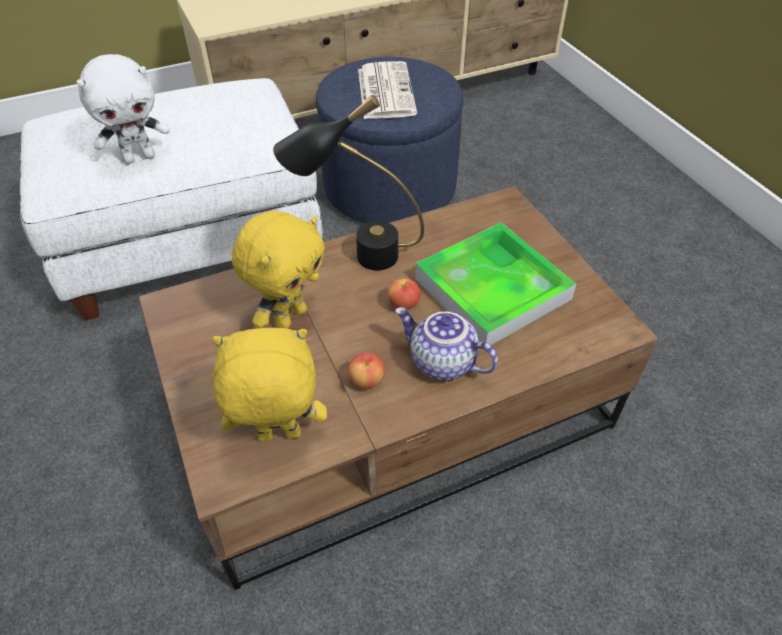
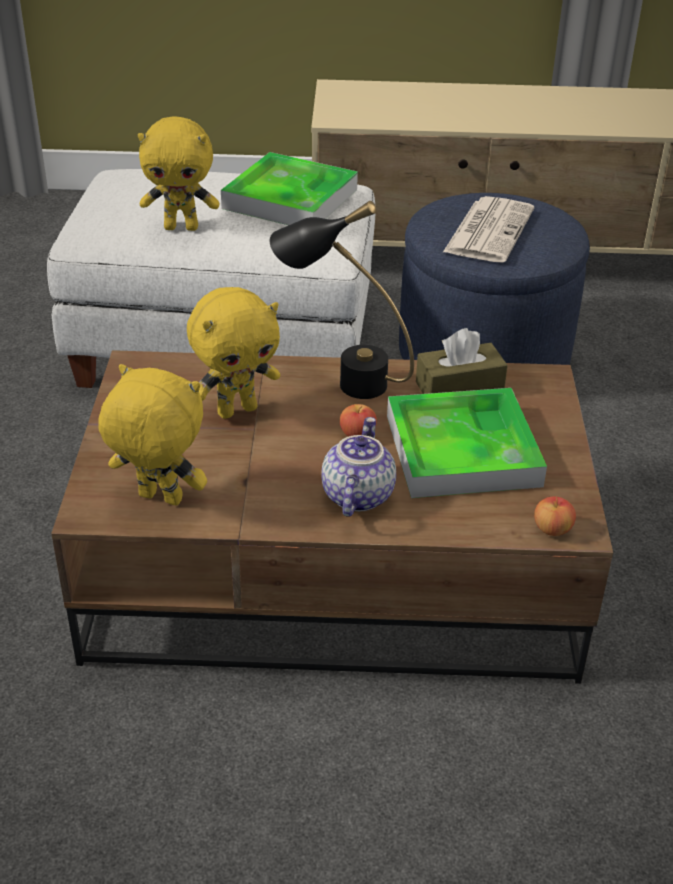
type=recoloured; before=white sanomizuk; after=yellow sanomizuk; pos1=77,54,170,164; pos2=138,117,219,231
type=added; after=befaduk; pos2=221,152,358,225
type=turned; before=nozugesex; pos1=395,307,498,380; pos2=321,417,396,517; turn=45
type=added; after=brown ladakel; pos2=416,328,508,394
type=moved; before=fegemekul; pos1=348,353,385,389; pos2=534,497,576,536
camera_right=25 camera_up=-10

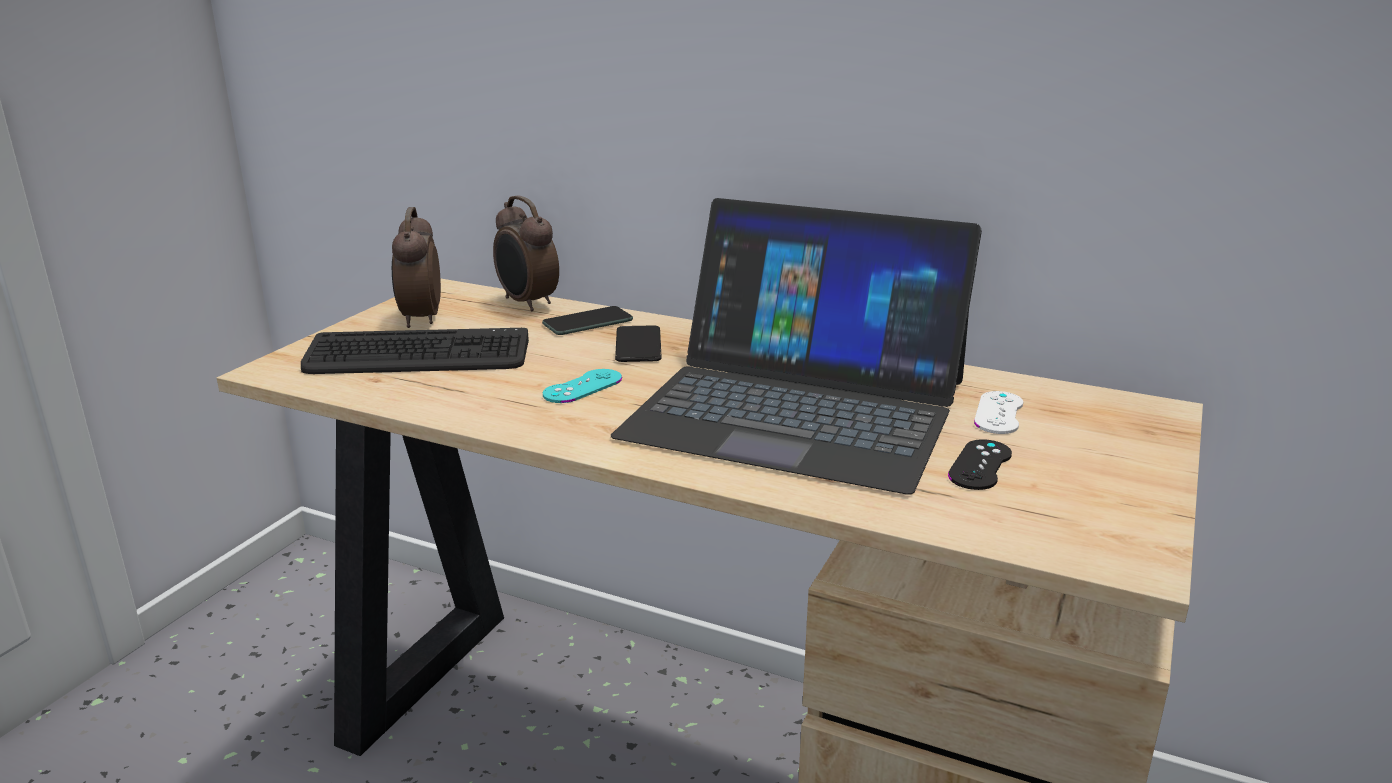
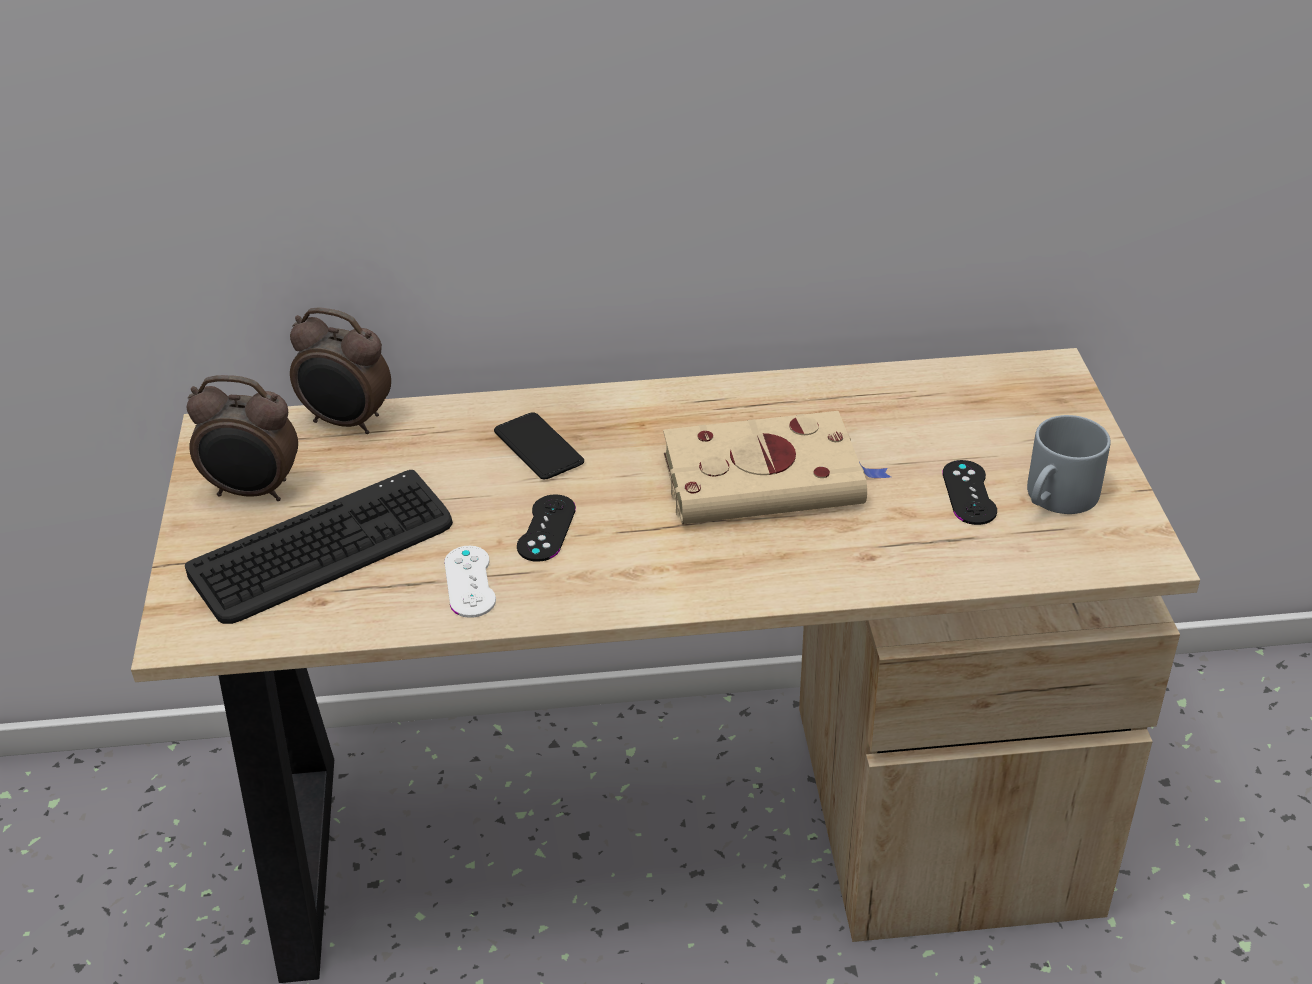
type=turned; before=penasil; pos1=392,207,441,328; pos2=187,375,298,501; turn=-45
type=moved; before=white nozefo; pos1=974,391,1023,434; pos2=444,546,496,618
type=recoloured; before=turquoise nozefo; after=black nozefo; pos1=543,369,622,403; pos2=517,494,576,562
type=replaced; before=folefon; after=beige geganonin; pos1=611,198,982,495; pos2=663,411,891,524
type=added; after=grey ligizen; pos2=1027,415,1110,514
type=removed; before=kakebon; pos1=542,306,633,335
camera_right=-30 camera_up=15

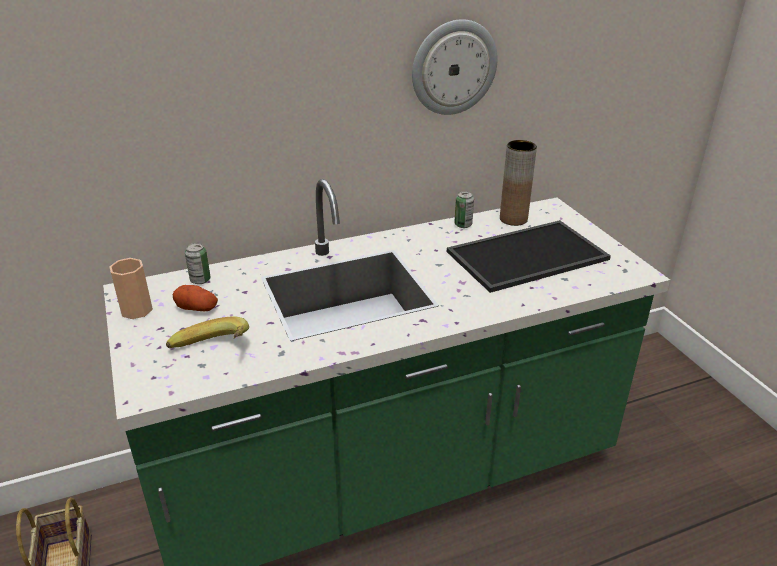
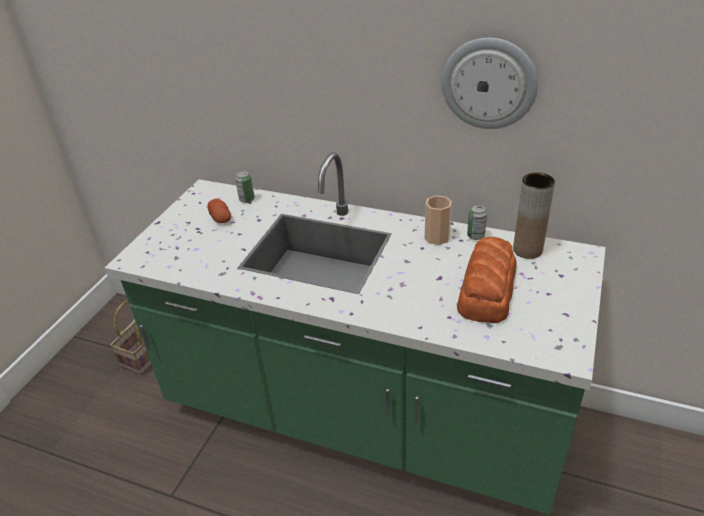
type=moved; before=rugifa; pos1=110,258,153,319; pos2=425,195,452,245
type=replaced; before=befaduk; after=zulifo; pos1=447,220,611,293; pos2=457,237,517,323
type=removed; before=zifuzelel; pos1=166,316,249,348
camera_right=45 camera_up=5

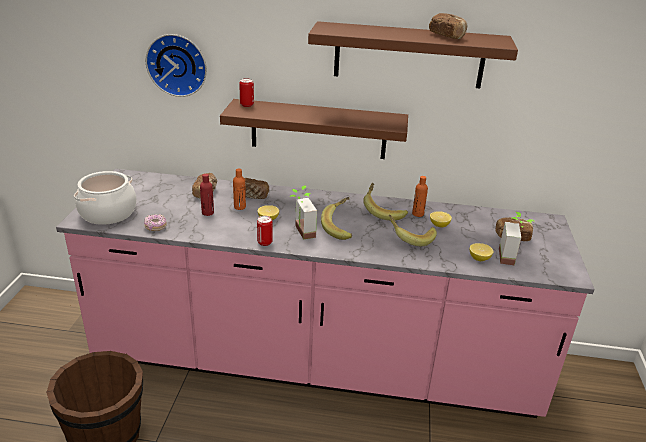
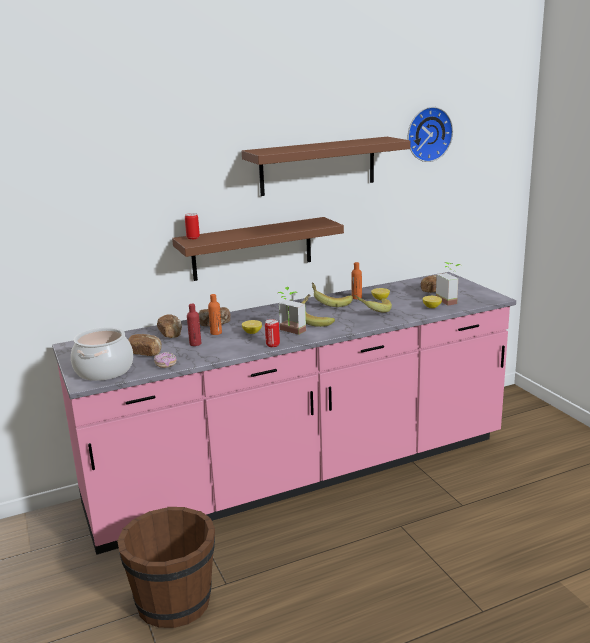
type=moved; before=zulifo; pos1=429,13,467,39; pos2=128,334,162,356
type=moved; before=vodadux; pos1=146,34,207,97; pos2=408,107,453,162
camera_right=-30 camera_up=-10

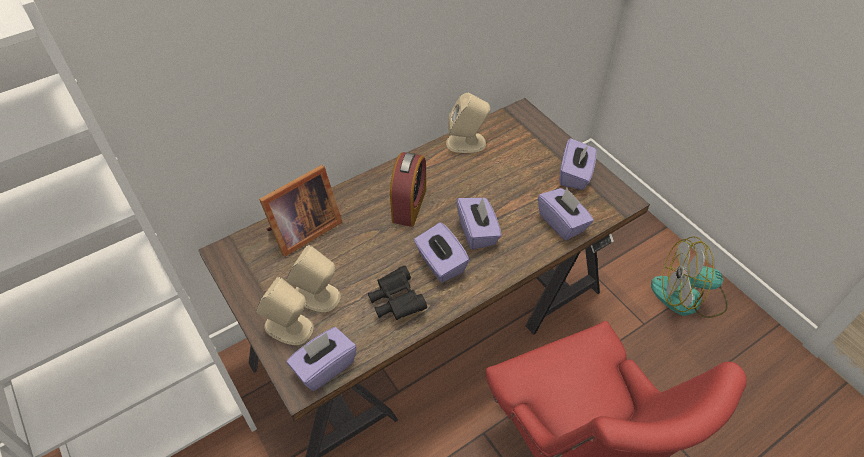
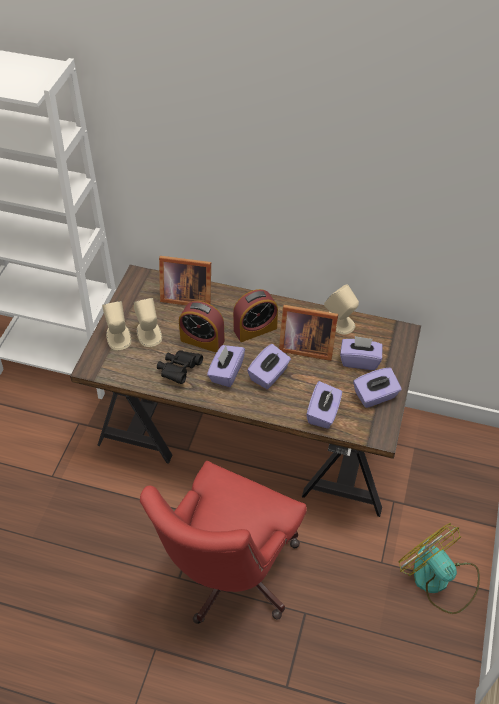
type=added; after=penasil; pos2=179,301,225,353
type=added; after=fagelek; pos2=279,305,338,361
type=moved; before=purple ladakel; pos1=287,327,357,391; pos2=340,336,383,370
camera_right=50 camera_up=0

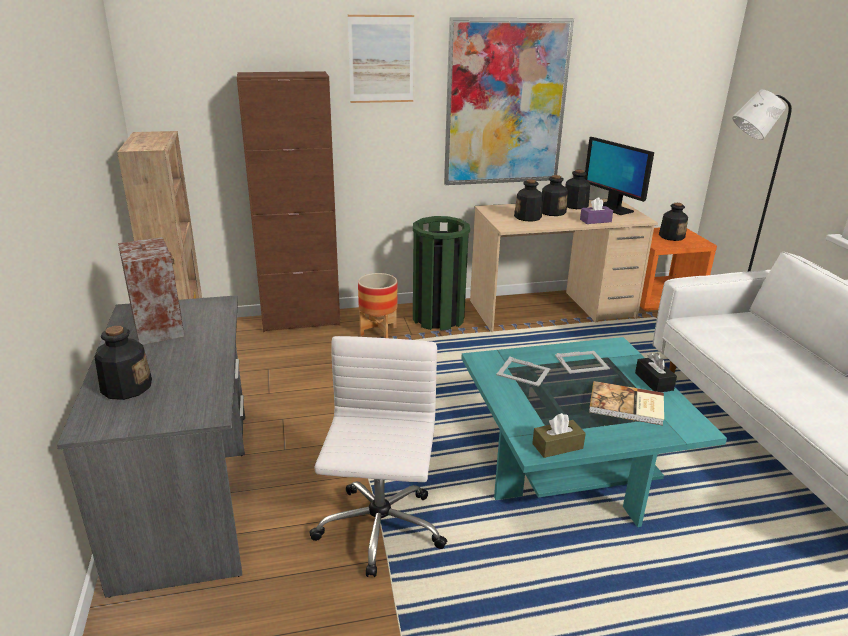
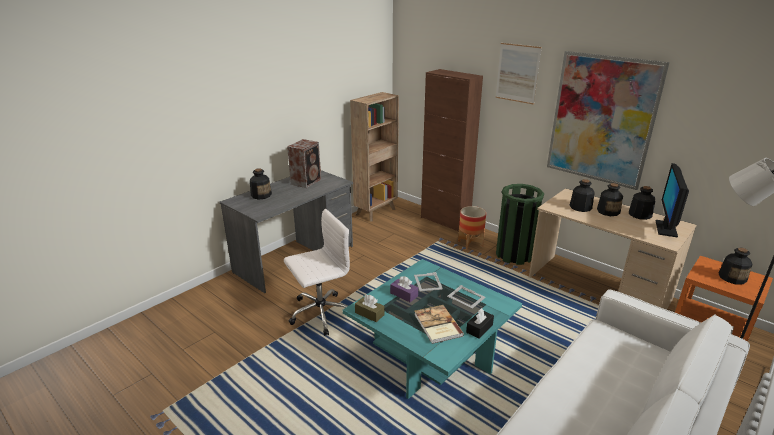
type=moved; before=purple ladakel; pos1=580,197,613,224; pos2=390,276,418,302
camera_right=55 camera_up=0

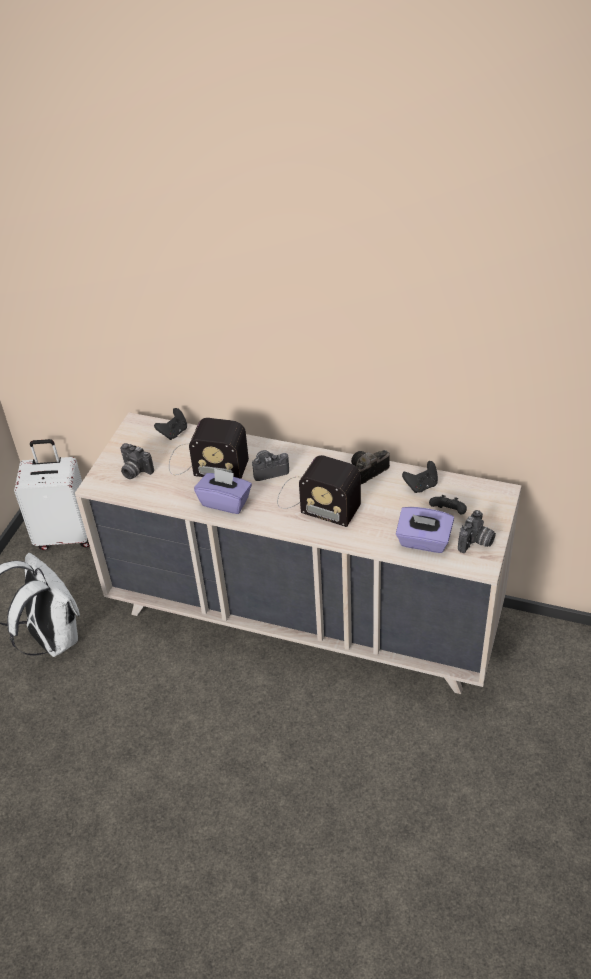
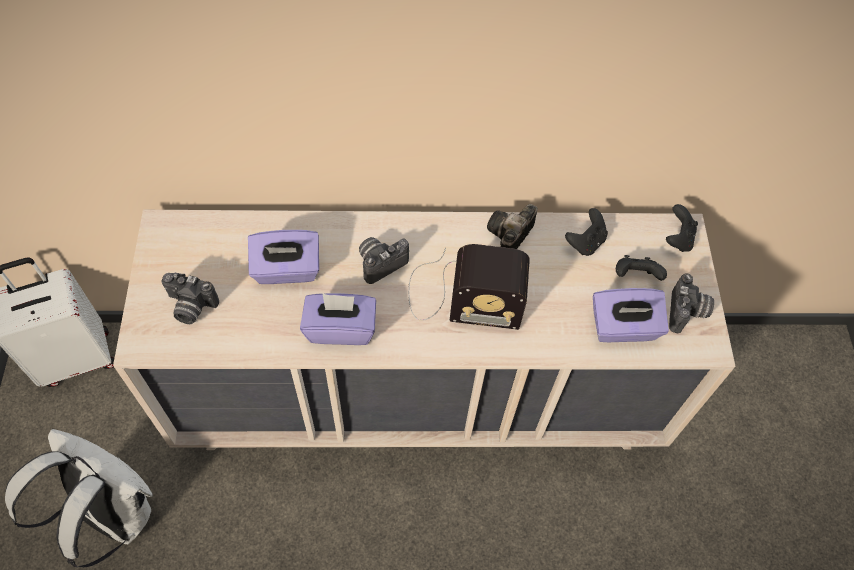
type=replaced; before=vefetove; after=purple ladakel; pos1=169,418,249,479; pos2=248,230,319,284
type=moved; before=black nozefo; pos1=154,408,187,440; pos2=666,204,698,252
camera_right=-25 camera_up=15

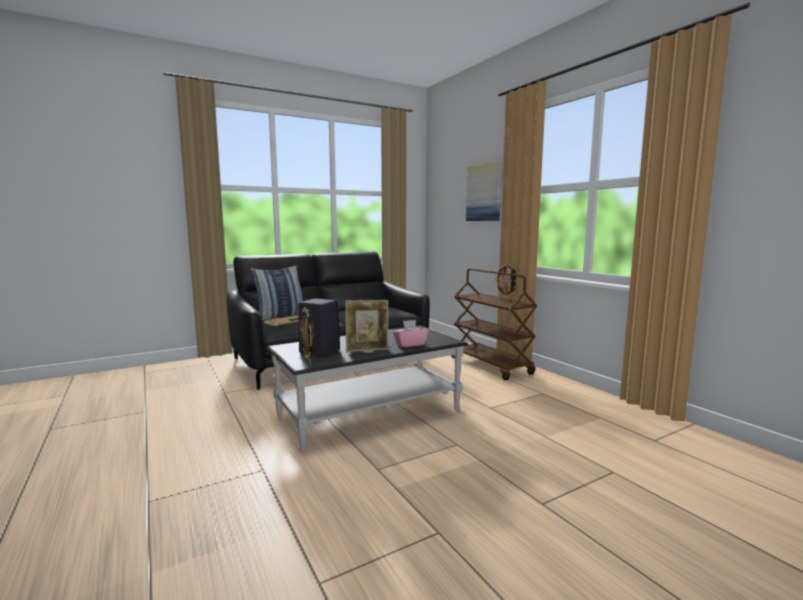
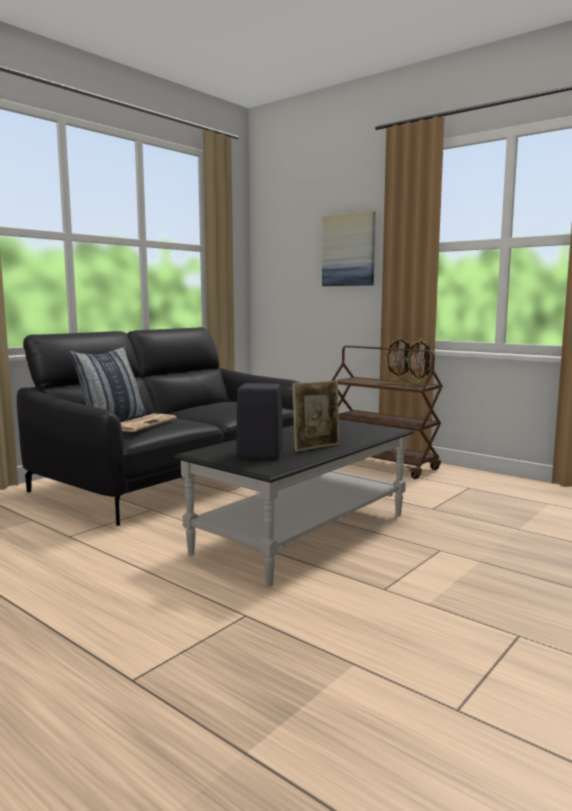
type=moved; before=fagelek; pos1=300,307,314,365; pos2=406,339,432,385
type=removed; before=pink ladakel; pos1=393,320,428,347
camera_right=-20 camera_up=0

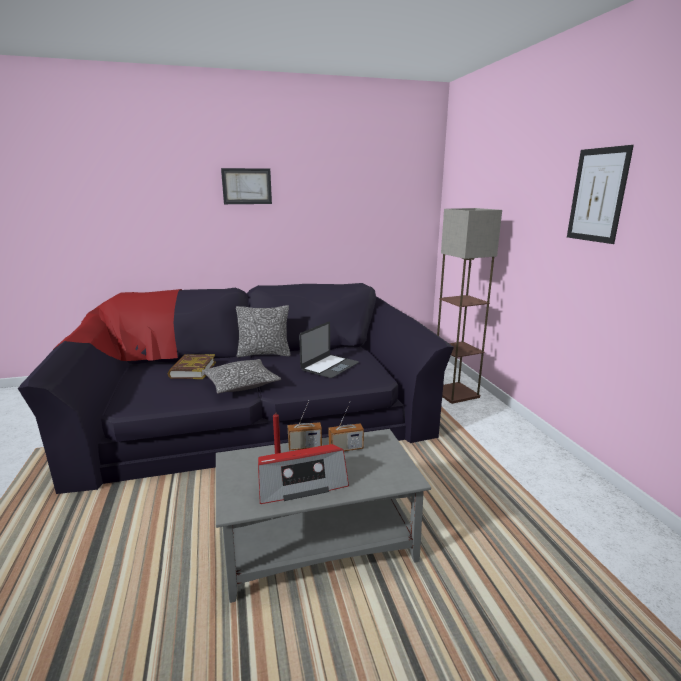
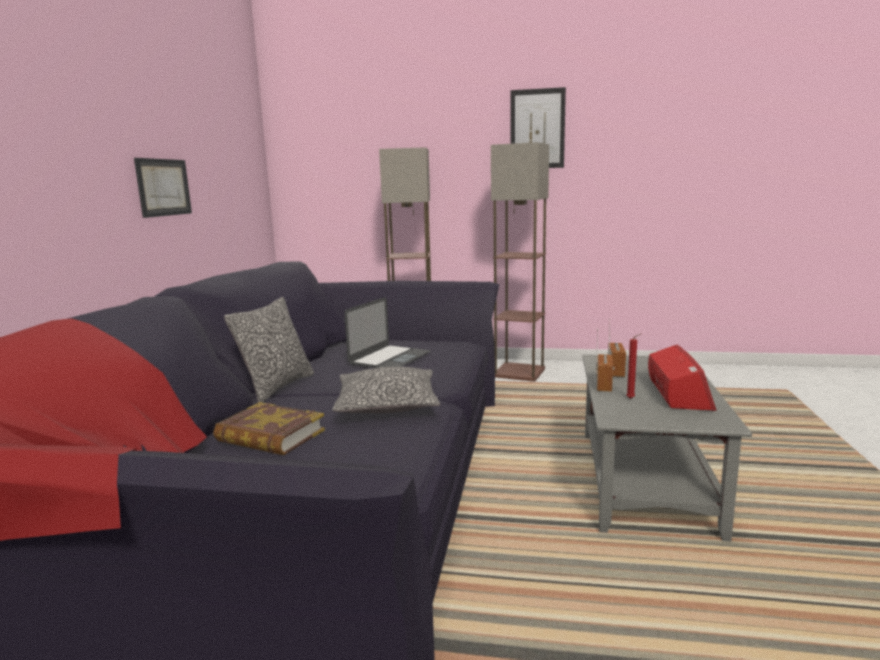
type=moved; before=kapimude; pos1=221,168,272,204; pos2=134,158,192,218
type=turned; before=folefon; pos1=299,322,359,378; pos2=344,297,430,368; turn=60
type=added; after=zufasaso; pos2=491,142,549,381
camera_right=-65 camera_up=-5

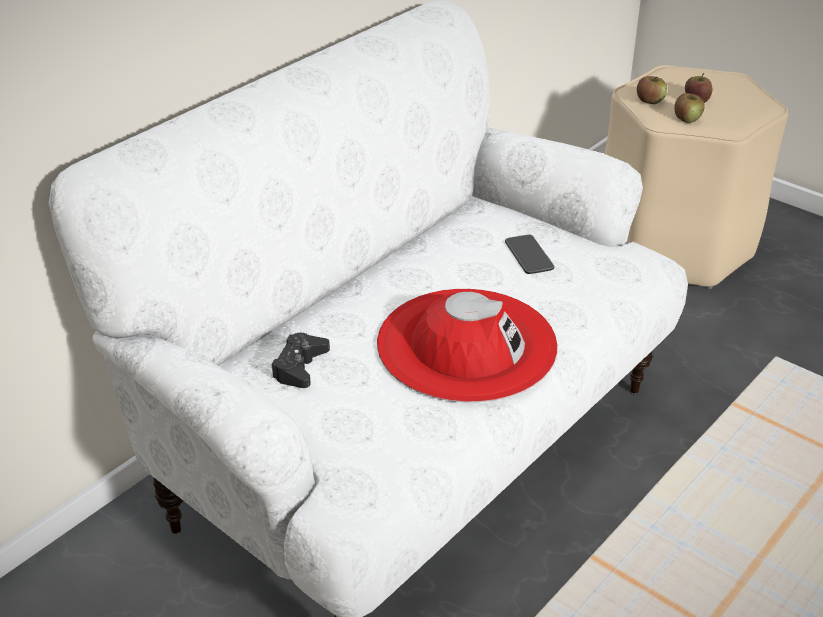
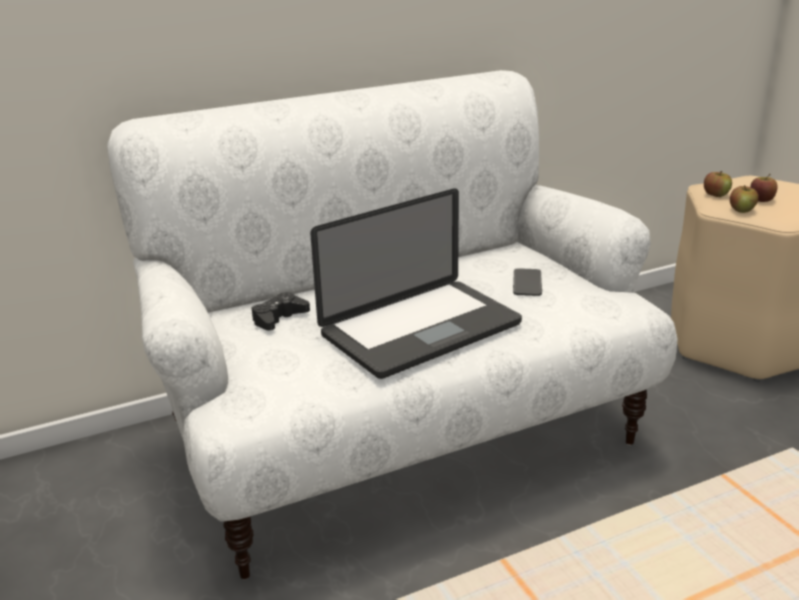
type=replaced; before=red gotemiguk; after=folefon; pos1=377,289,558,403; pos2=310,188,522,379
camera_right=25 camera_up=-10

